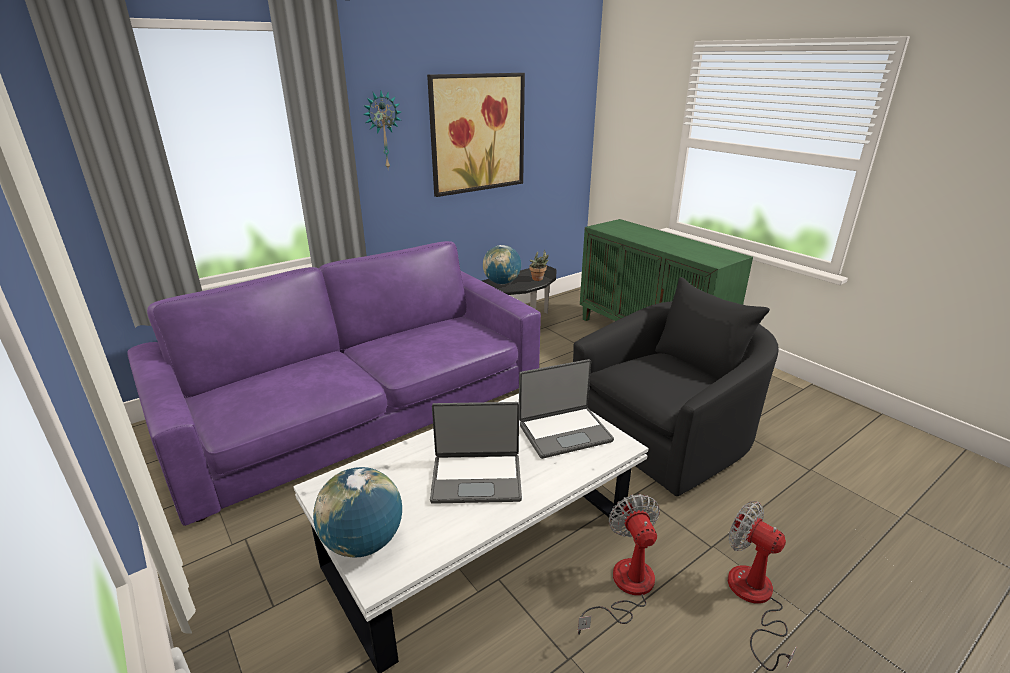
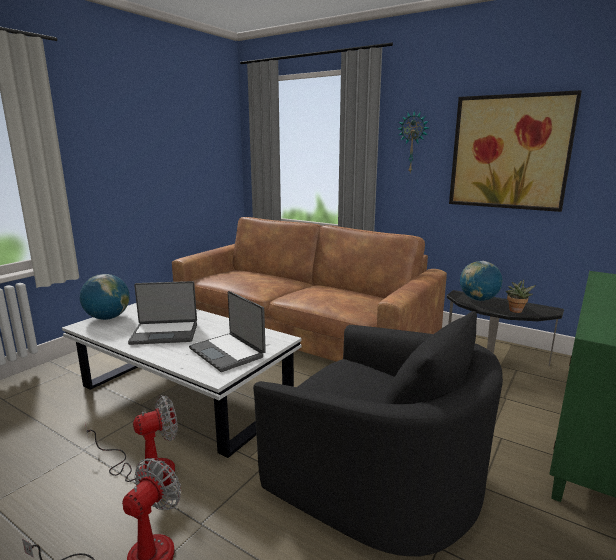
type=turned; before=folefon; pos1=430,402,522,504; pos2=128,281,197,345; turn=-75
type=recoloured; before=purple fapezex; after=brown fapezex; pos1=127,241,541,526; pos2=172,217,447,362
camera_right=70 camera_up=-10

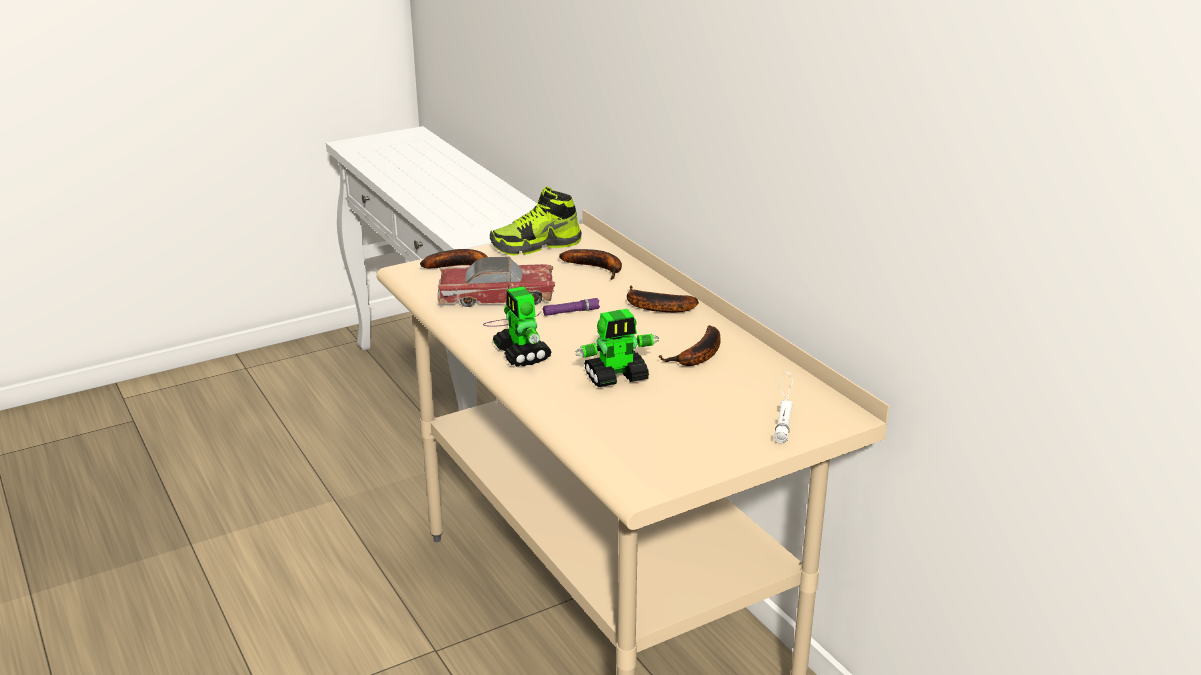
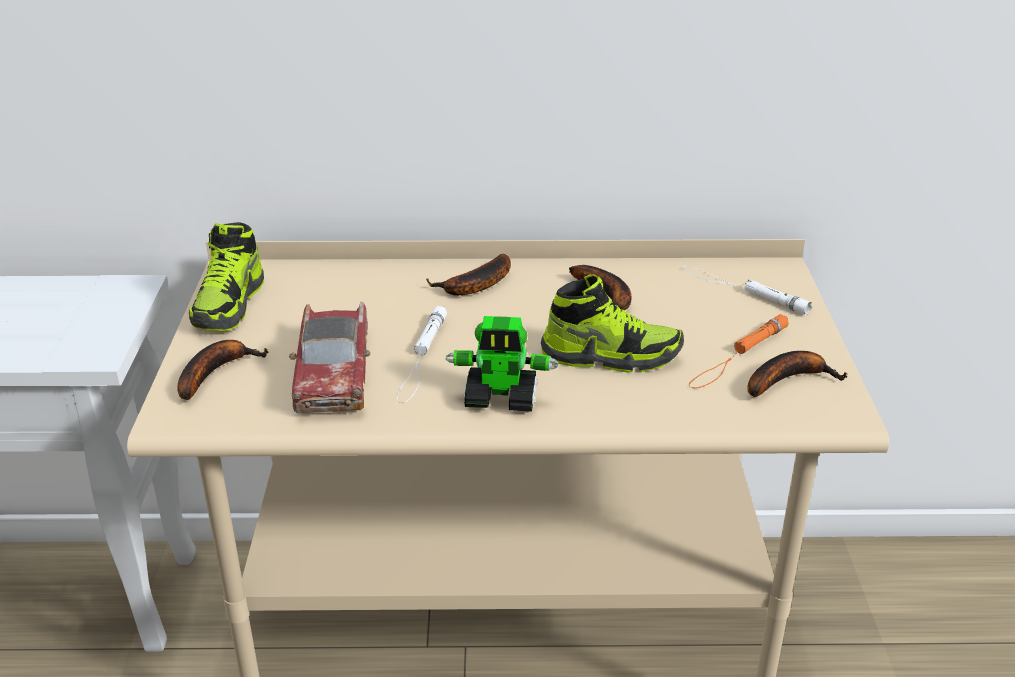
type=turned; before=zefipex; pos1=437,257,555,307; pos2=289,302,370,413; turn=150
type=recoloured; before=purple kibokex; after=white kibokex; pos1=483,298,600,327; pos2=397,306,447,403
type=replaced; before=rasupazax; after=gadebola; pos1=575,309,659,387; pos2=541,274,684,373
type=added; after=orange kibokex; pos2=689,314,789,389
type=moved; before=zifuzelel; pos1=559,249,622,280; pos2=748,351,847,397
camera_right=-60 camera_up=5

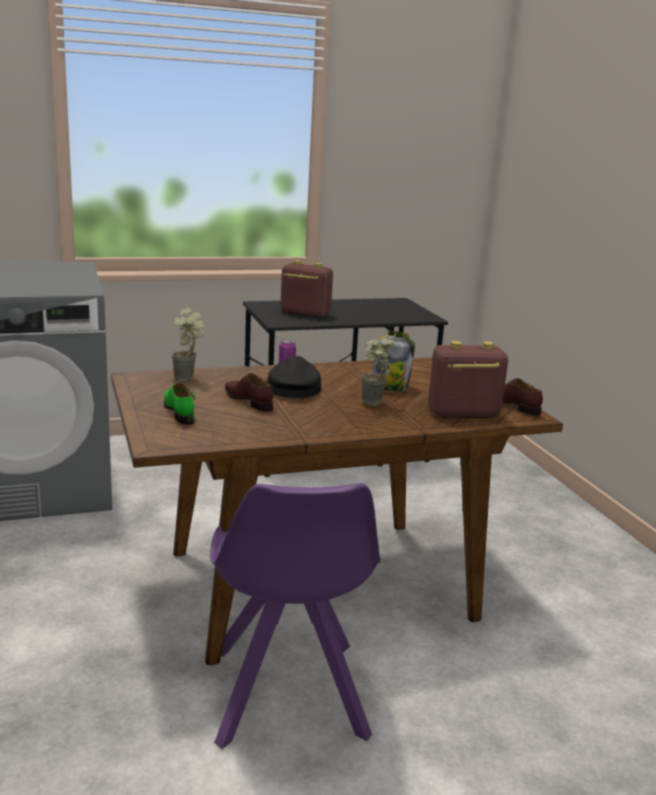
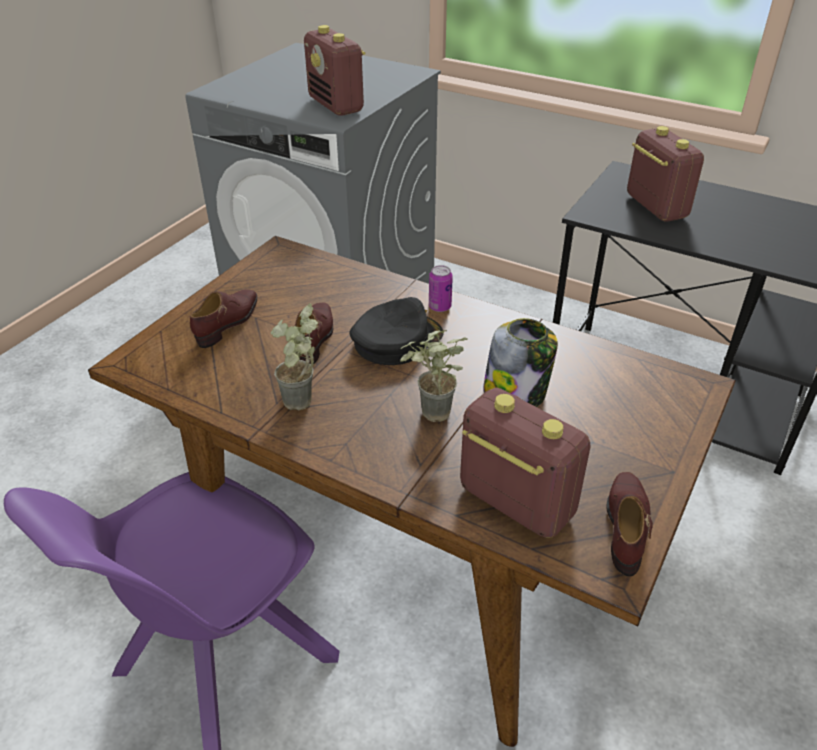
type=recoloured; before=green gadebola; after=brown gadebola; pos1=164,382,196,425; pos2=190,290,257,348
type=moved; before=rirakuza; pos1=171,307,205,381; pos2=270,303,318,411
type=added; after=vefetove; pos2=304,25,365,116
camera_right=50 camera_up=20

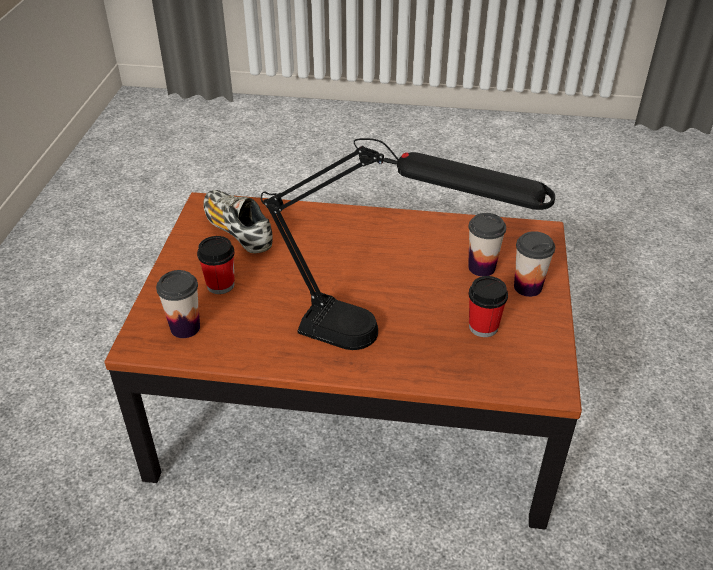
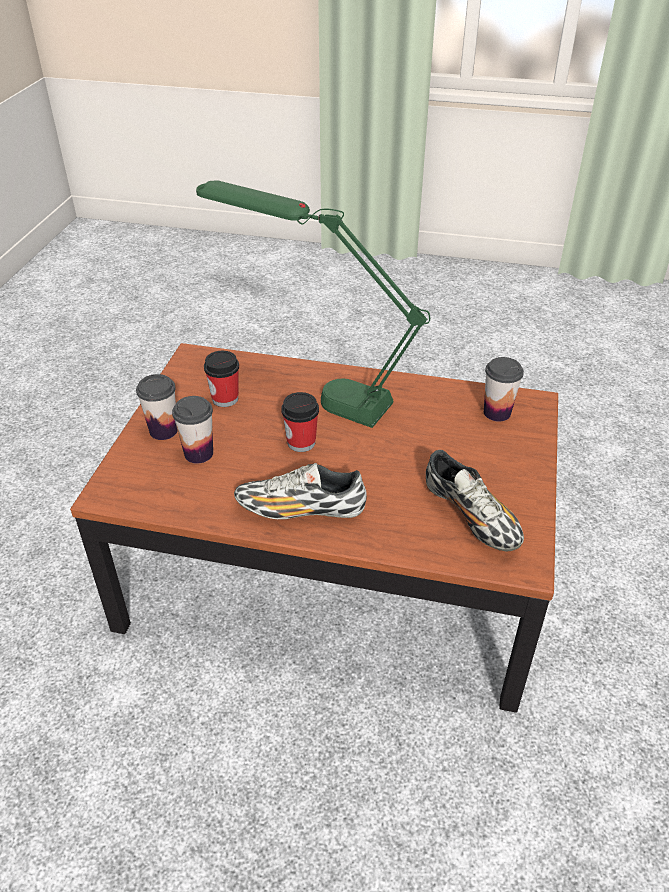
type=recoloured; before=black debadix; after=green debadix; pos1=261,138,555,350; pos2=196,180,430,428
type=added; after=gadebola; pos2=234,463,367,519
type=moved; before=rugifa; pos1=197,236,235,294; pos2=281,392,319,452
camera_right=-175 camera_up=0

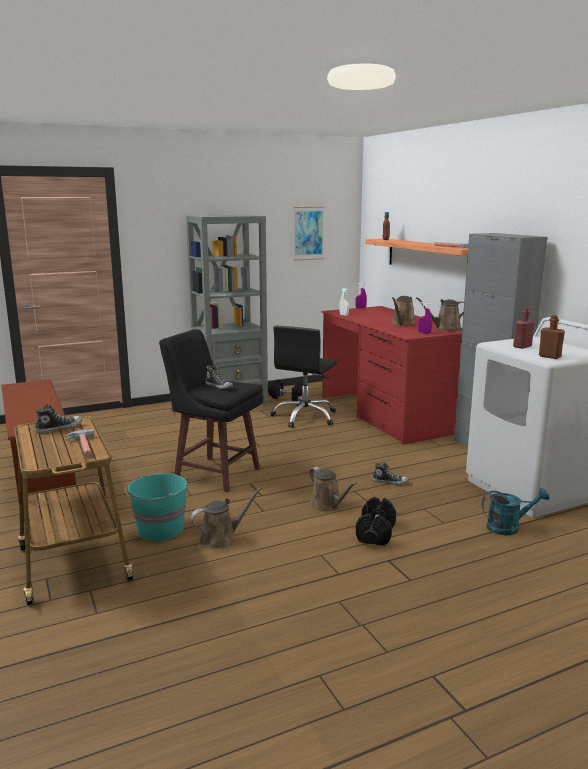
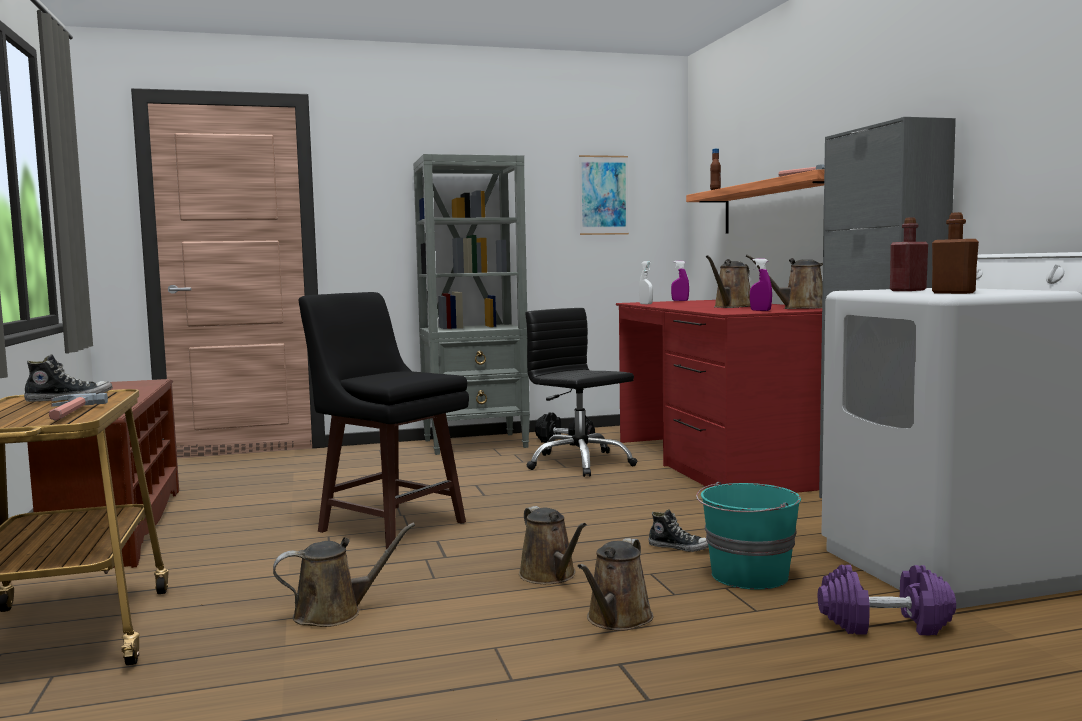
type=turned; before=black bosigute; pos1=270,326,337,428; pos2=525,308,637,477; turn=105
type=replaced; before=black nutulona; after=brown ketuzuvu; pos1=356,497,396,546; pos2=577,538,654,631
type=moved; before=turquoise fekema; pos1=125,473,187,541; pos2=696,482,801,590
type=replaced; before=turquoise ketuzuvu; after=purple nutulona; pos1=482,488,550,535; pos2=818,565,956,635
type=removed; before=gadebola; pos1=205,365,233,389
camera_right=10 camera_up=-10

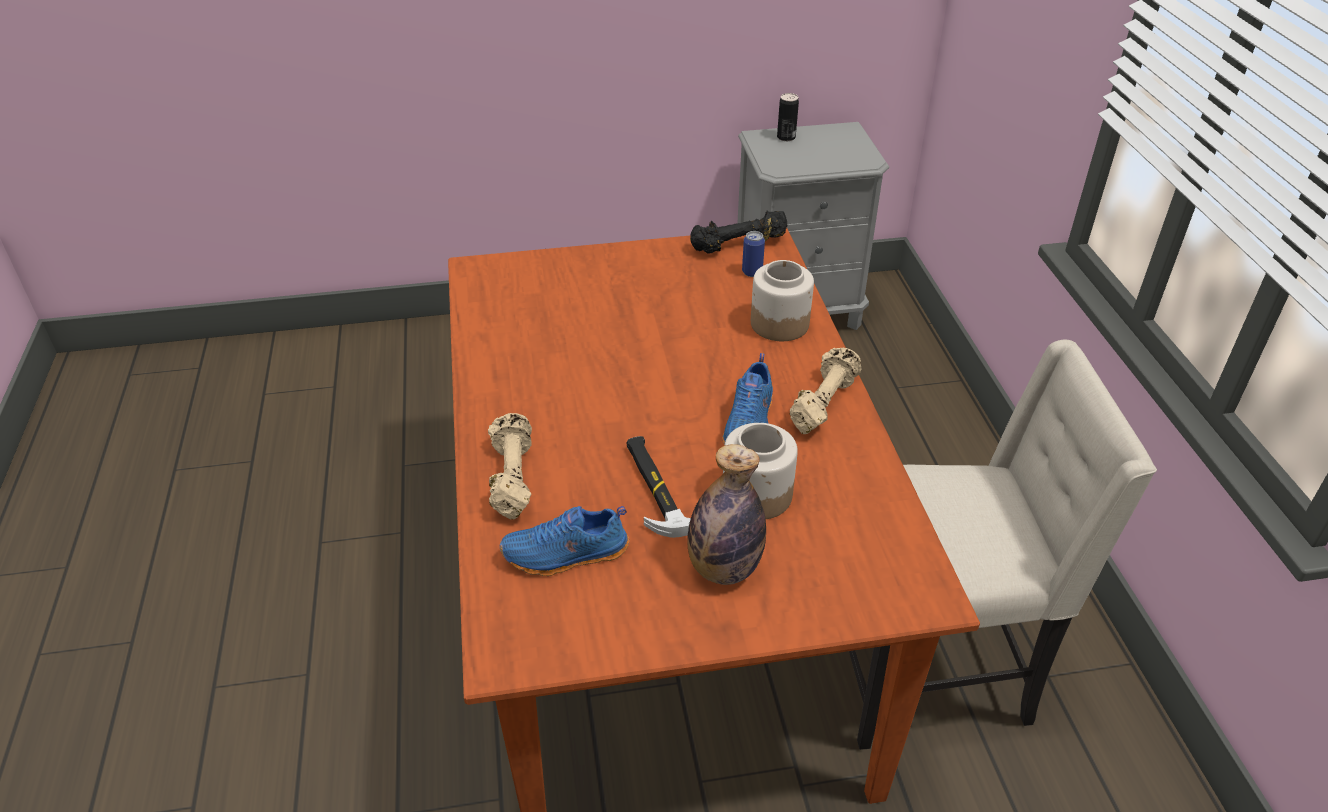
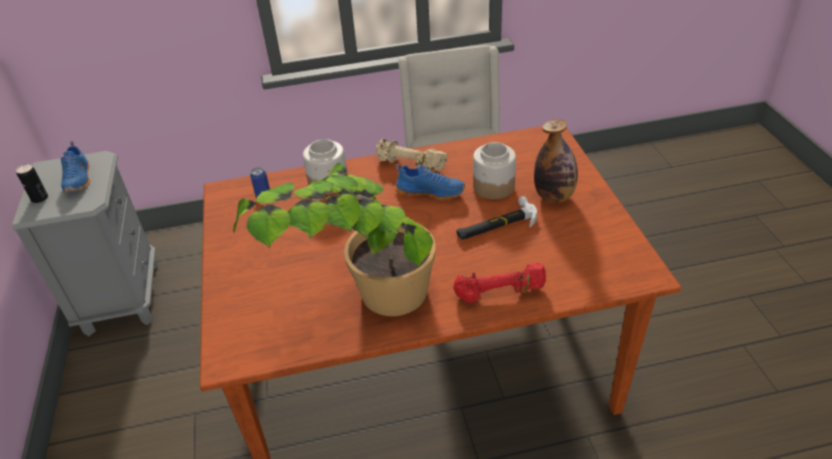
type=moved; before=blue gadebola; pos1=500,506,629,576; pos2=61,141,90,193
type=added; after=rirakuza; pos2=233,163,436,316
type=recoloured; before=beige nutulona; after=red nutulona; pos1=488,413,532,520; pos2=453,263,546,303
type=removed; before=black nutulona; pos1=690,211,788,254
camera_right=-90 camera_up=0

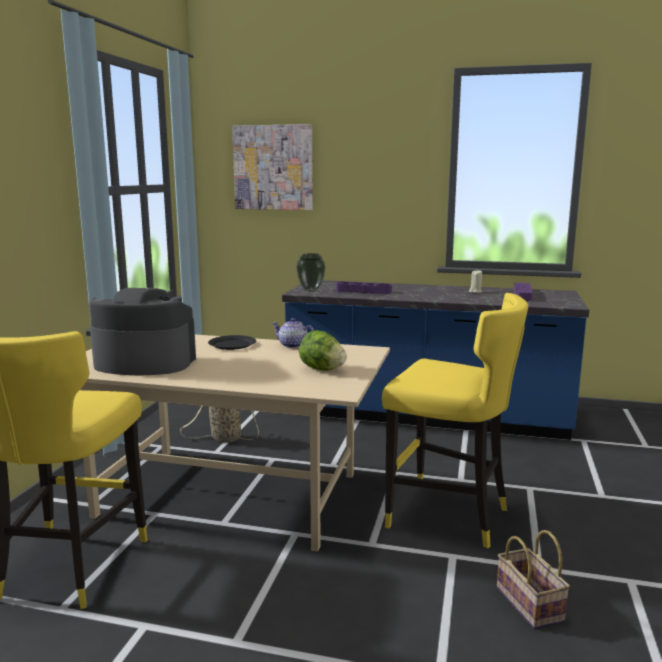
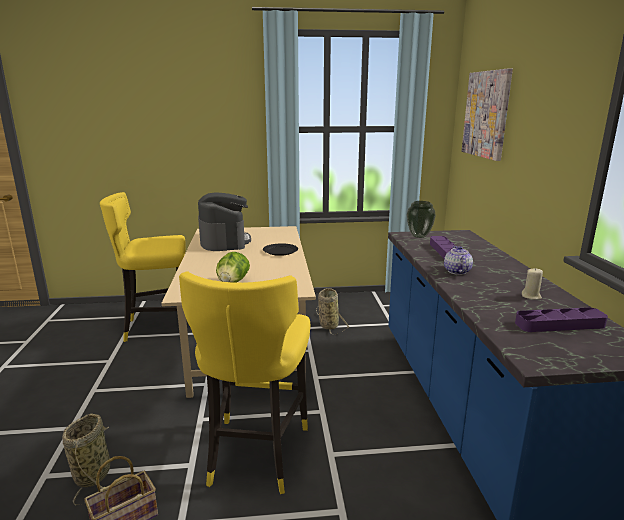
type=added; after=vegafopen; pos2=62,414,110,506
type=moved; before=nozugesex; pos1=272,318,314,348; pos2=444,246,473,275
camera_right=70 camera_up=5

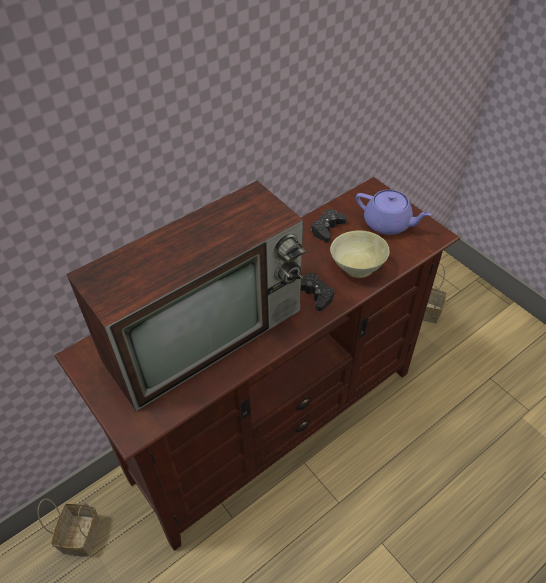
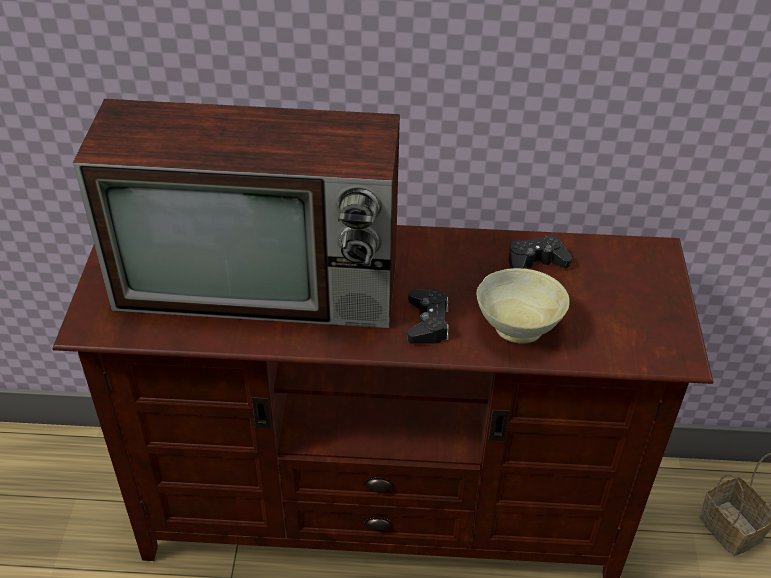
type=removed; before=vegafopen; pos1=38,499,100,557
type=removed; before=purple nozugesex; pos1=356,190,431,235
camera_right=40 camera_up=-5

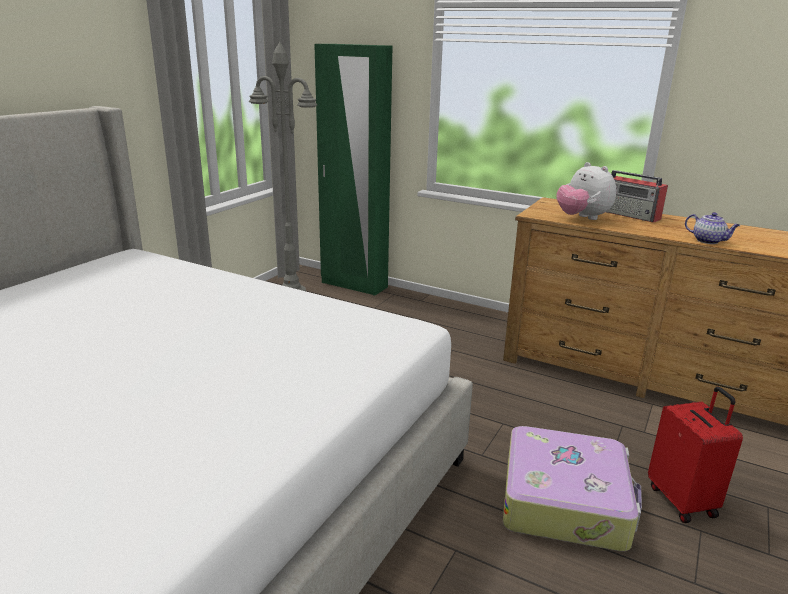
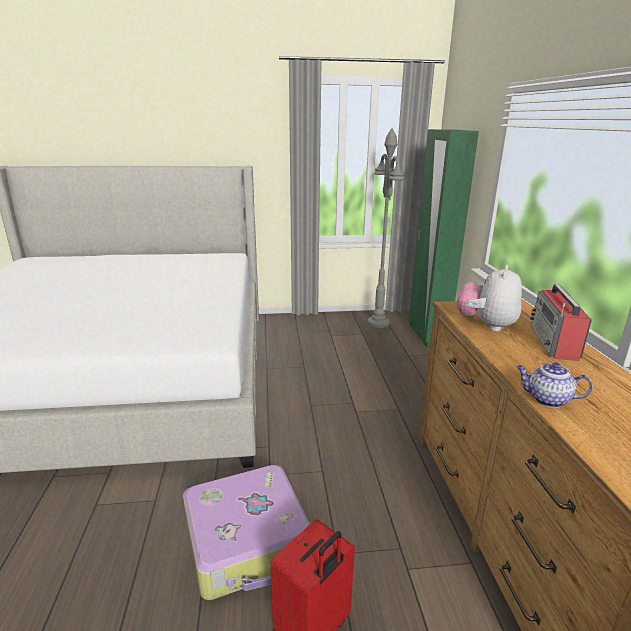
type=turned; before=nozugesex; pos1=685,212,740,244; pos2=516,363,593,408; turn=105
camera_right=55 camera_up=0

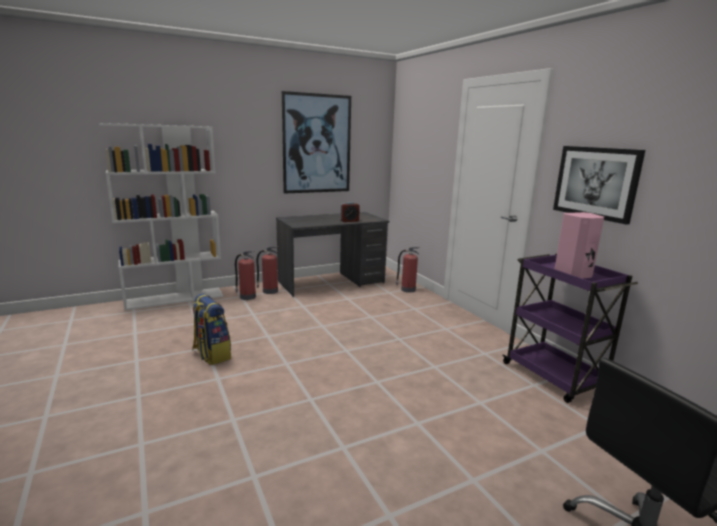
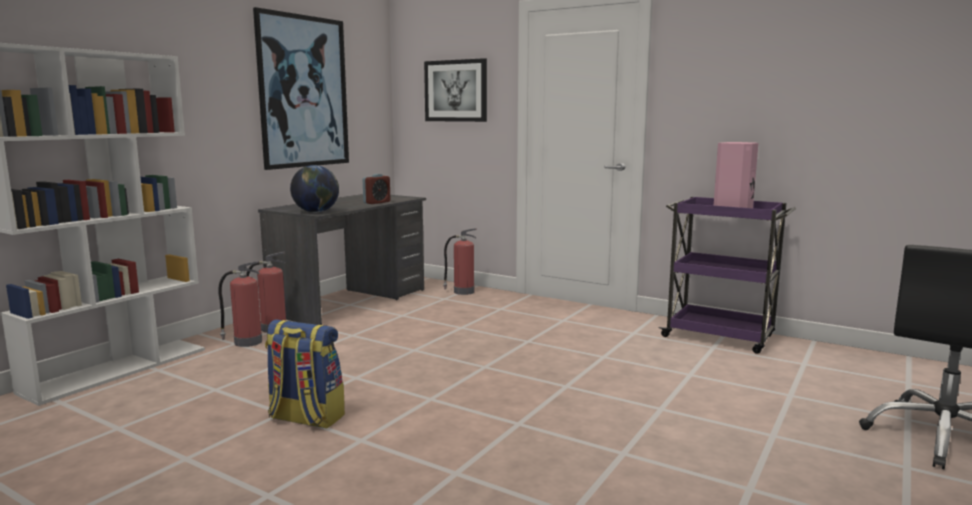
type=added; after=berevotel; pos2=290,165,339,212
type=moved; before=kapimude; pos1=553,146,645,225; pos2=424,58,487,122
camera_right=-30 camera_up=-5

